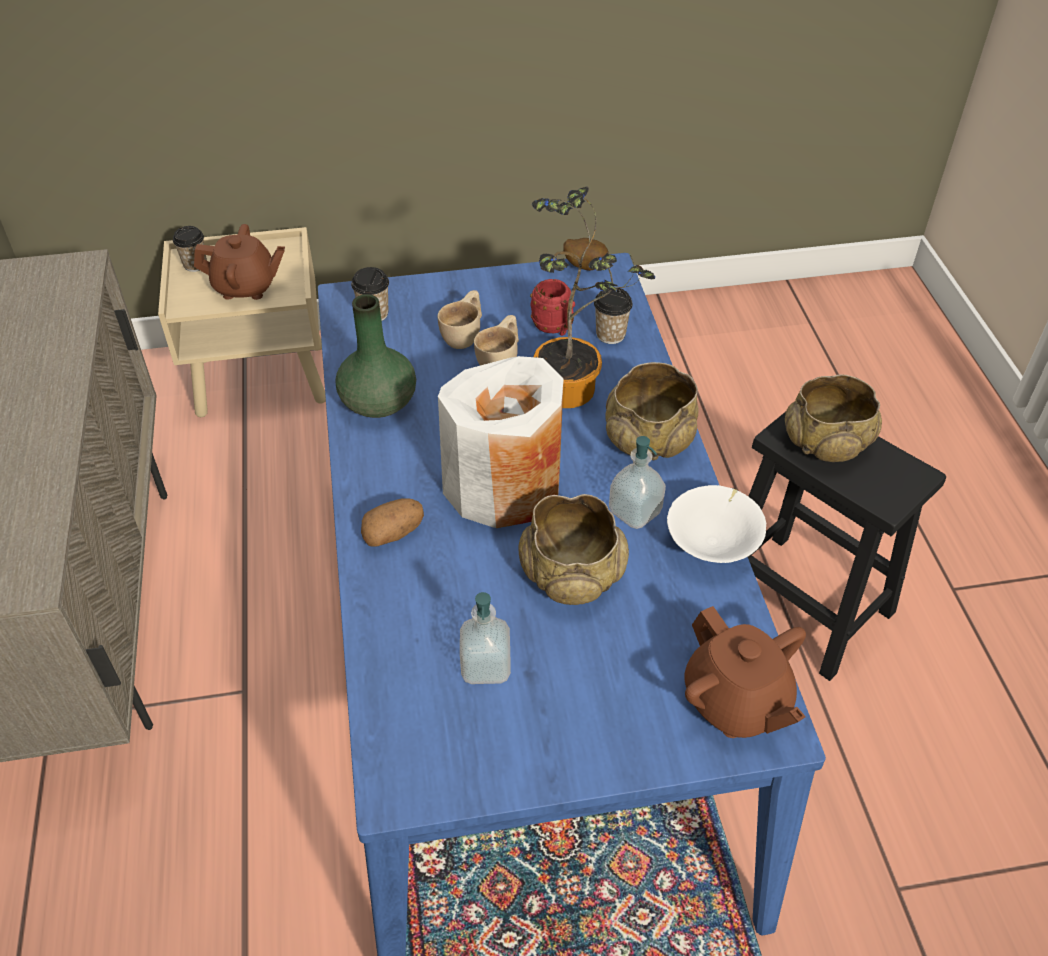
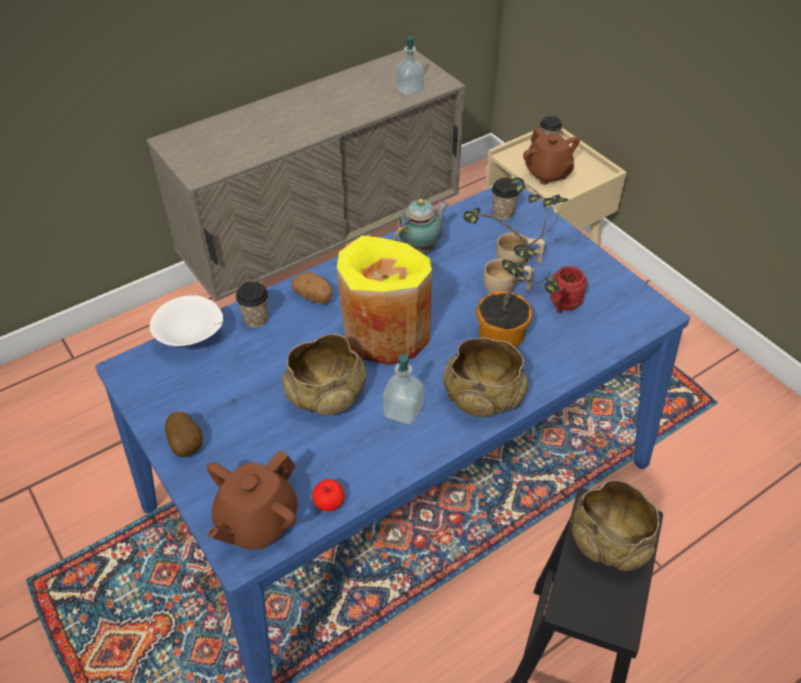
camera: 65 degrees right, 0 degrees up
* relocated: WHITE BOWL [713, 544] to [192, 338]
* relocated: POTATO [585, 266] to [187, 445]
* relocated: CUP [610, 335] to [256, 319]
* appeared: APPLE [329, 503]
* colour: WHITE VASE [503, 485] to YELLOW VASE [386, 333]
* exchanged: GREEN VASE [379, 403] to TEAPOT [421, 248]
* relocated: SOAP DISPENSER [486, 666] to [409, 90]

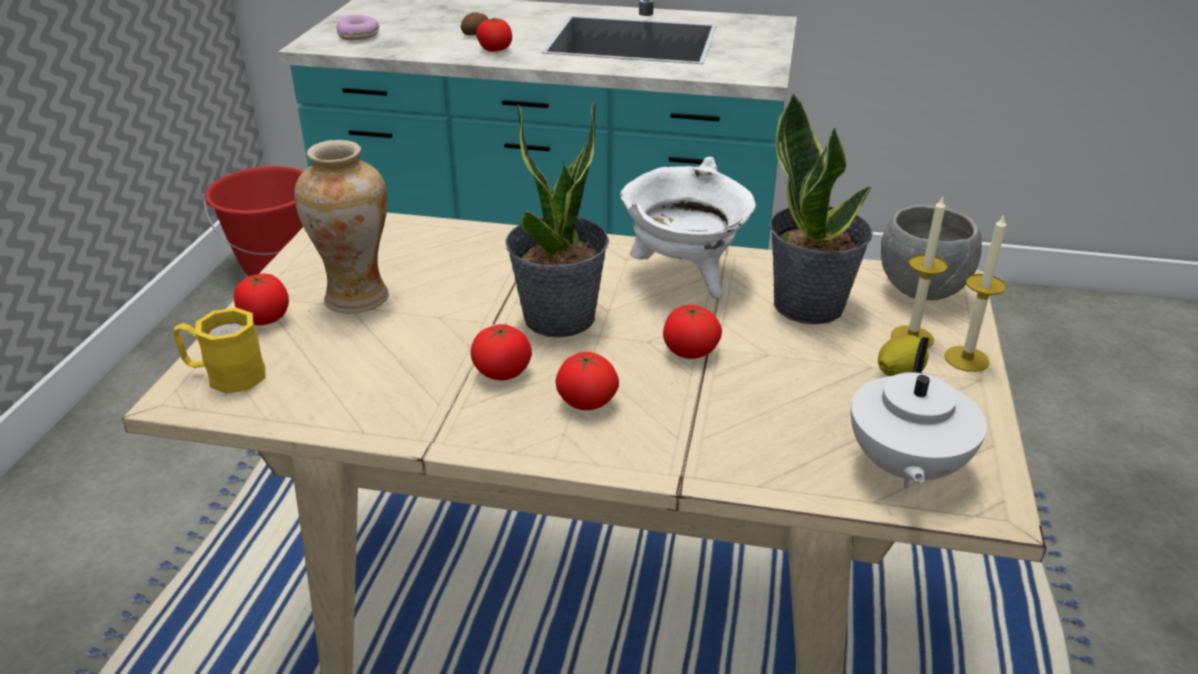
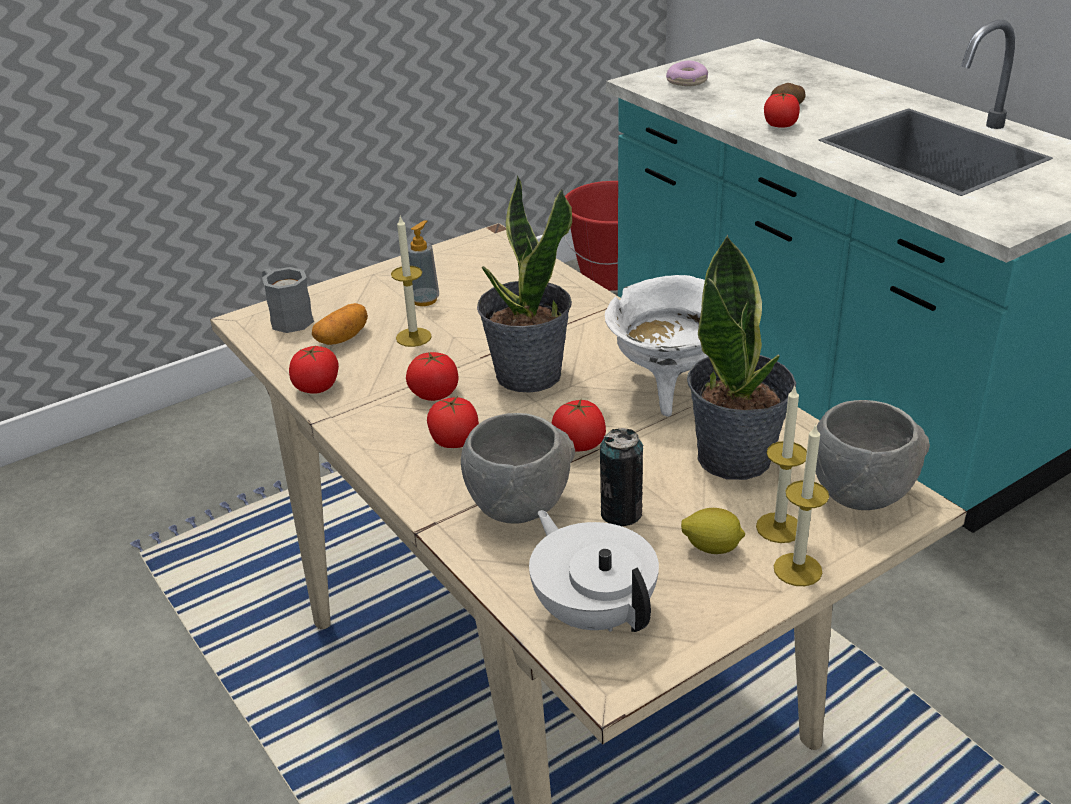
camera: 45 degrees right, 0 degrees up
* colour: YELLOW MUG [225, 375] to GREY MUG [287, 317]
* relocated: TOMATO [265, 318] to [317, 387]
* appeared: POTATO [342, 338]
* appeared: CANDLE [413, 337]
* exchanged: VASE [357, 297] to SOAP DISPENSER [424, 300]
* appeared: GREY BOWL [520, 509]
* spun: WHITE TEAPOT [904, 467] = [594, 611] 90 degrees clockwise
* appeared: CAN [621, 513]

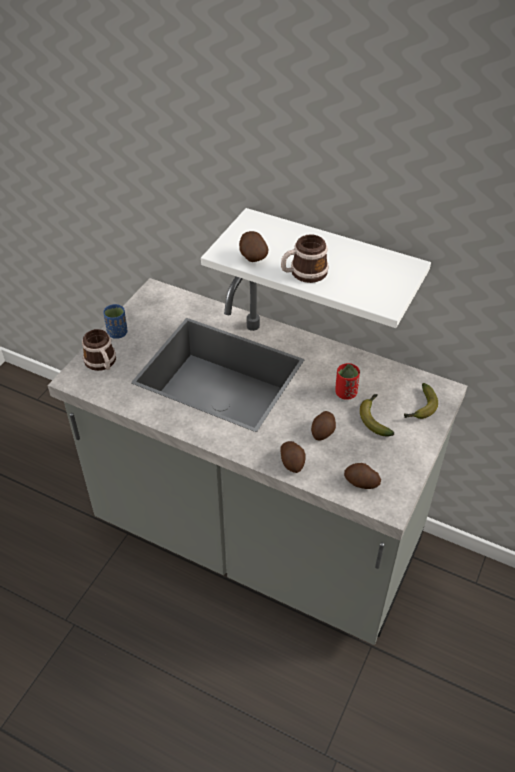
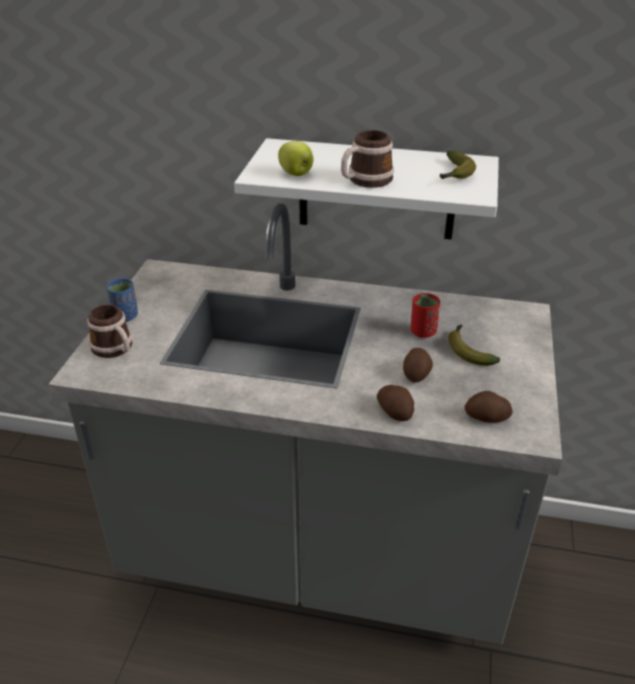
camera: 15 degrees left, 10 degrees down
* exchanged: POTATO [252, 256] to APPLE [296, 174]
* relocated: BANANA [420, 408] to [454, 174]

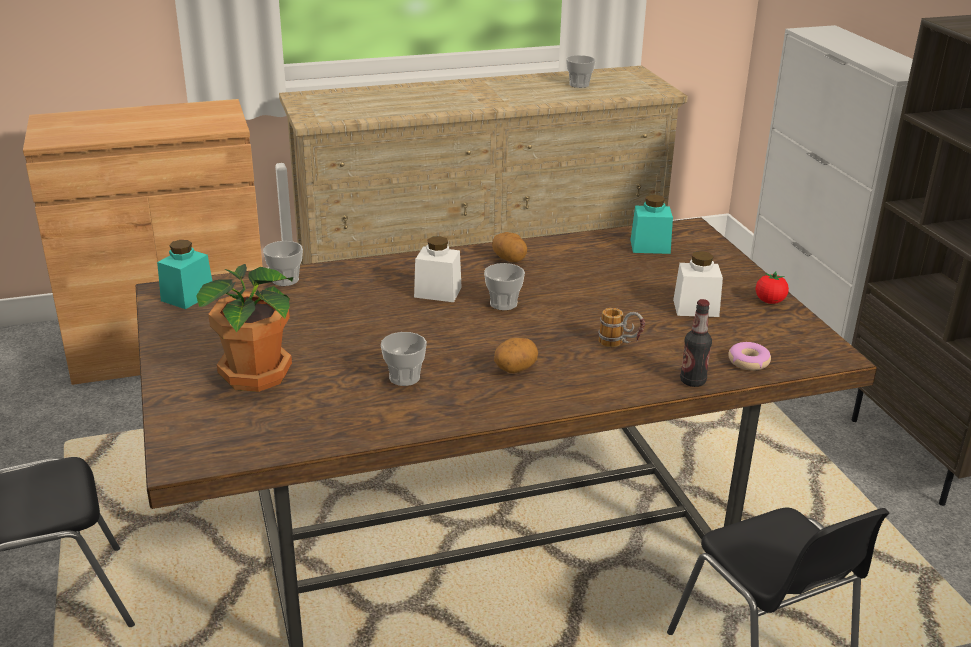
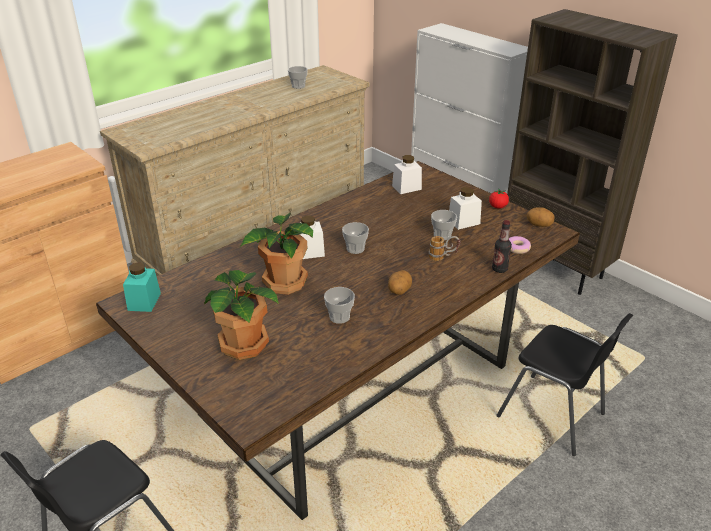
camera: 25 degrees left, 5 degrees up
* appeared: POTTED PLANT [283, 282]
* colour: TURQUOISE JAR [650, 246] to WHITE JAR [406, 187]
* relocated: CUP [285, 280] to [442, 235]
* relocated: POTATO [509, 259] to [539, 225]

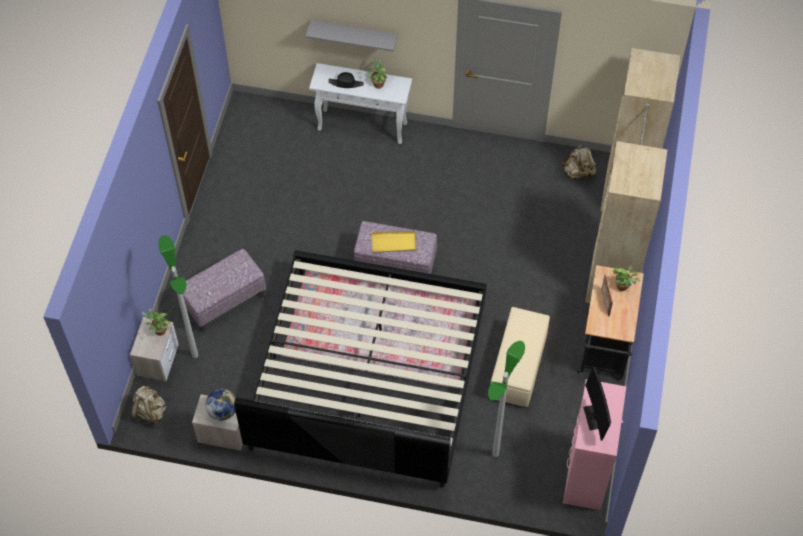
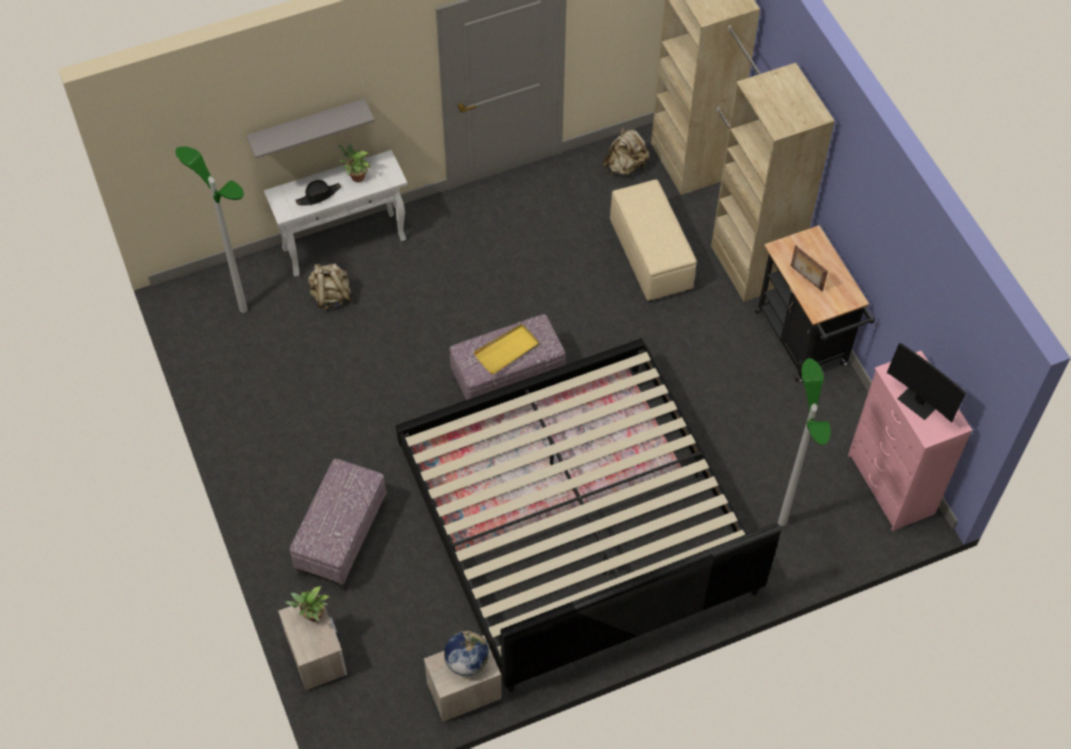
camera: 35 degrees left, 0 degrees up
* relocated: FLOOR LAMP [194, 355] to [243, 309]
* relocated: BEIGE BACKPACK [150, 412] to [331, 296]
* relocated: BEIGE OTTOMAN [517, 367] to [651, 256]
* missing: POTTED PLANT [623, 287]

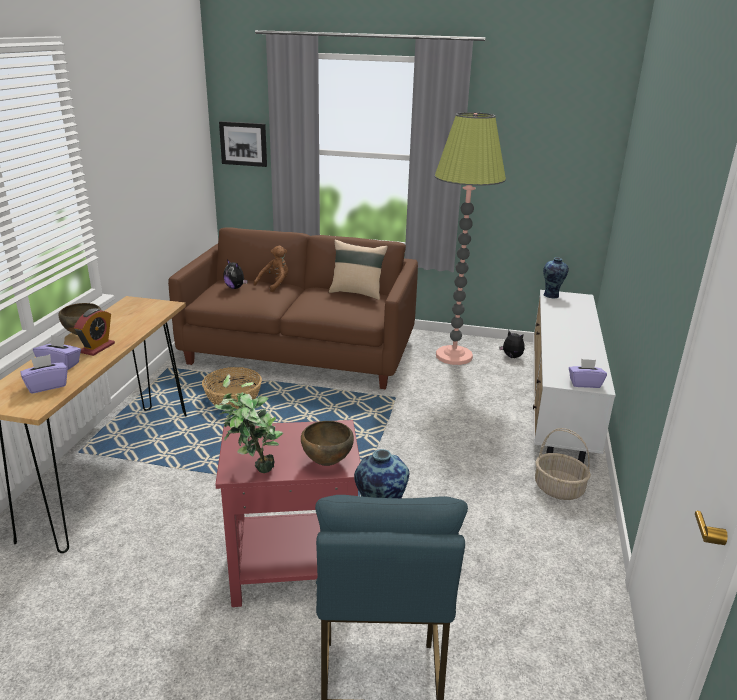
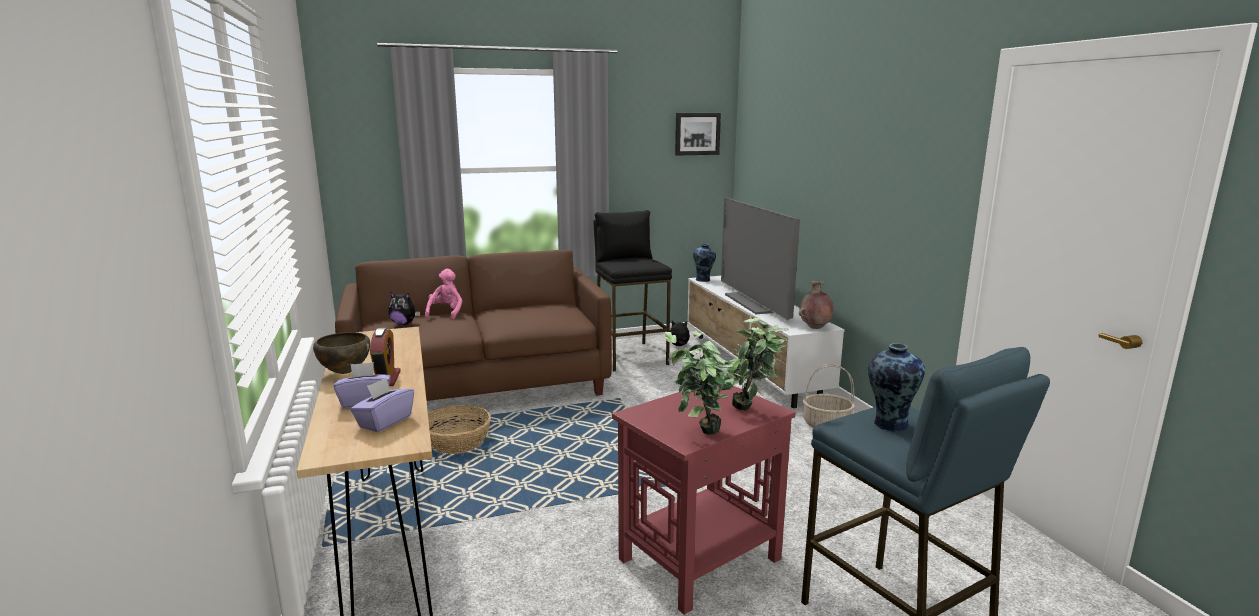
camera: 30 degrees left, 10 degrees down
* colour: BROWN PLUSH TOY [275, 284] to PINK PLUSH TOY [446, 313]
* exchanged: FLOOR LAMP [454, 356] to BLACK STOOL [630, 356]
* relocated: PICTURE [243, 143] to [697, 134]
* appeared: TELEVISION [756, 303]
* exchanged: BROWN BOWL [326, 462] to POTTED PLANT [751, 411]
* exchanged: PURPLE TISSUE BOX [584, 383] to BROWN VASE [814, 327]
* missing: BEIGE PILLOW [357, 293]

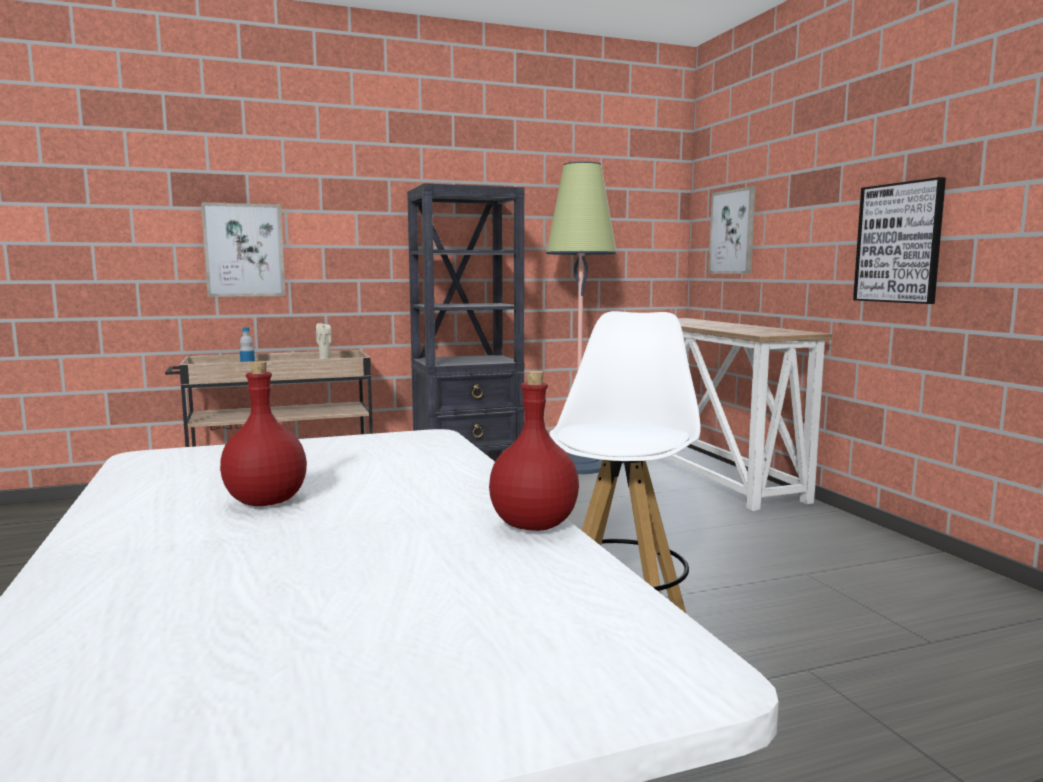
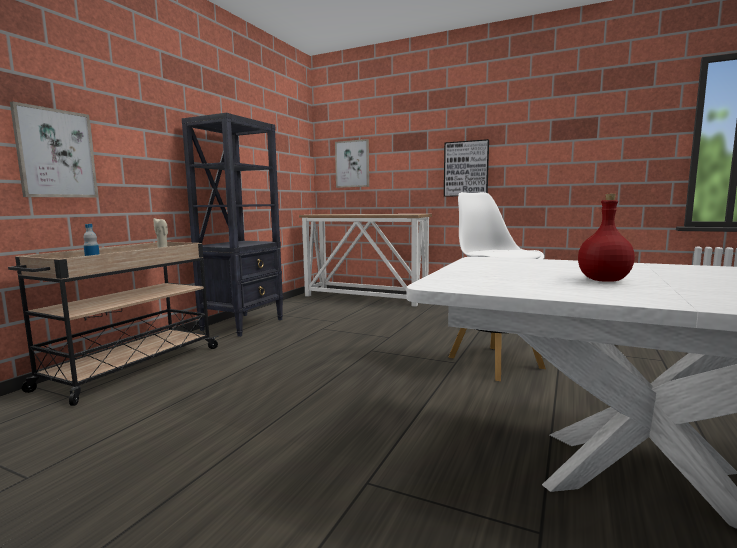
camera: 45 degrees left, 0 degrees up
* missing: RED BOTTLE [535, 525]
* missing: FLOOR LAMP [578, 466]

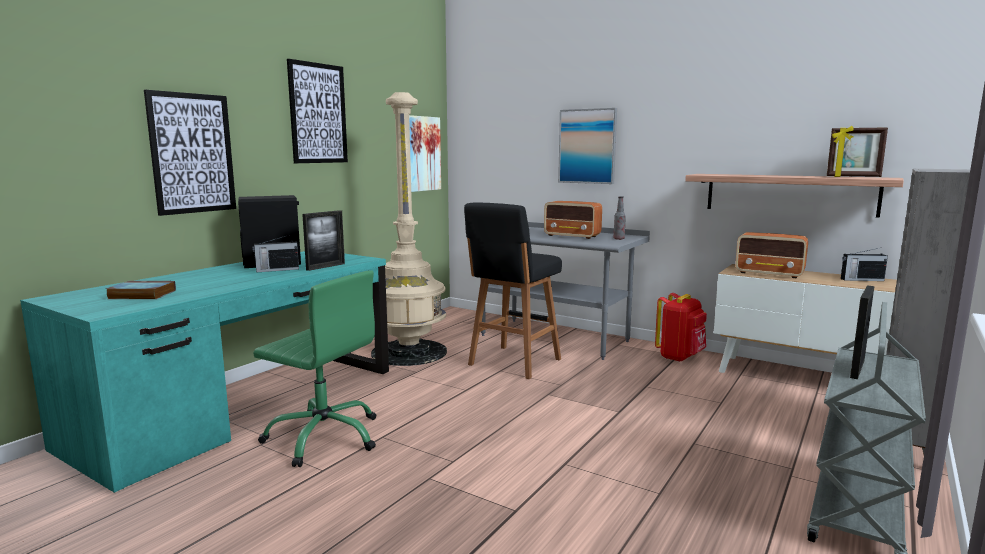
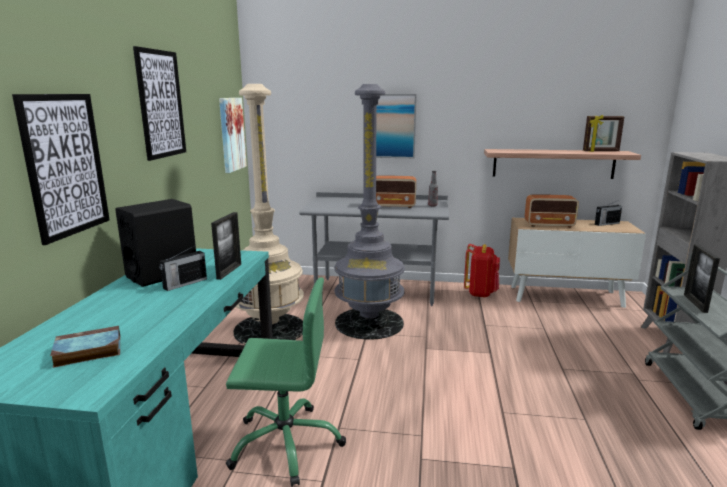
camera: 25 degrees left, 5 degrees up
* exchanged: BLACK STOOL [513, 363] to GREY FLOOR LAMP [369, 323]

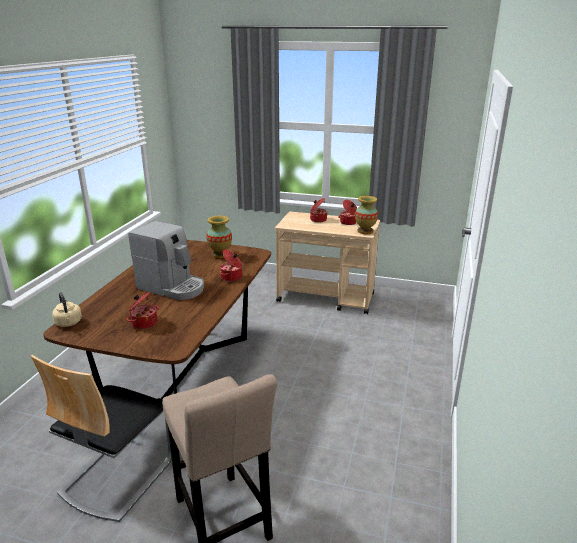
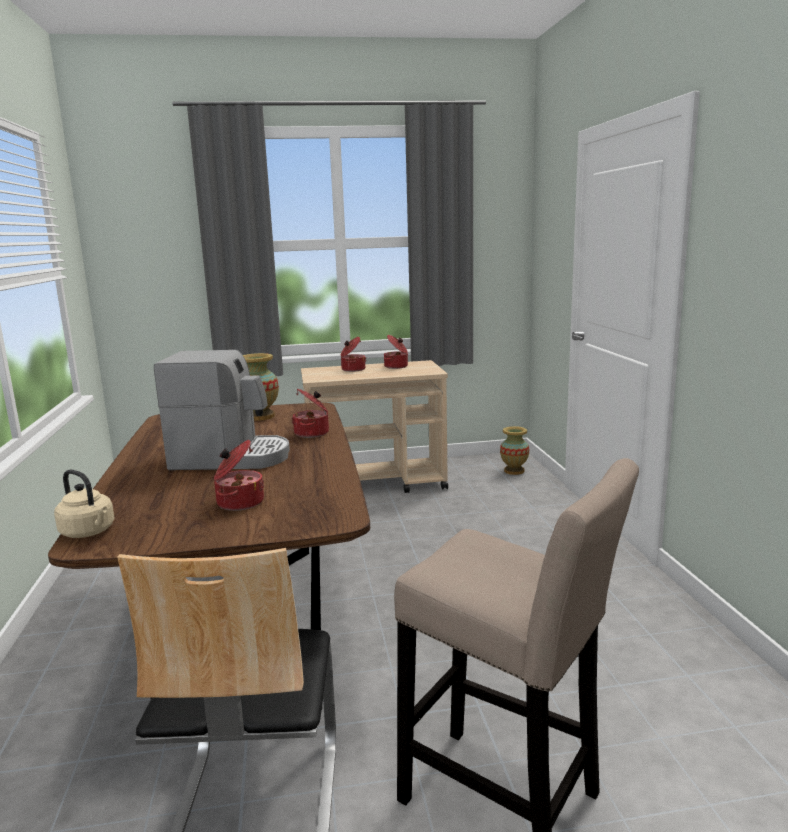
camera: 25 degrees left, 10 degrees down
* relocated: VASE [365, 231] to [514, 471]

